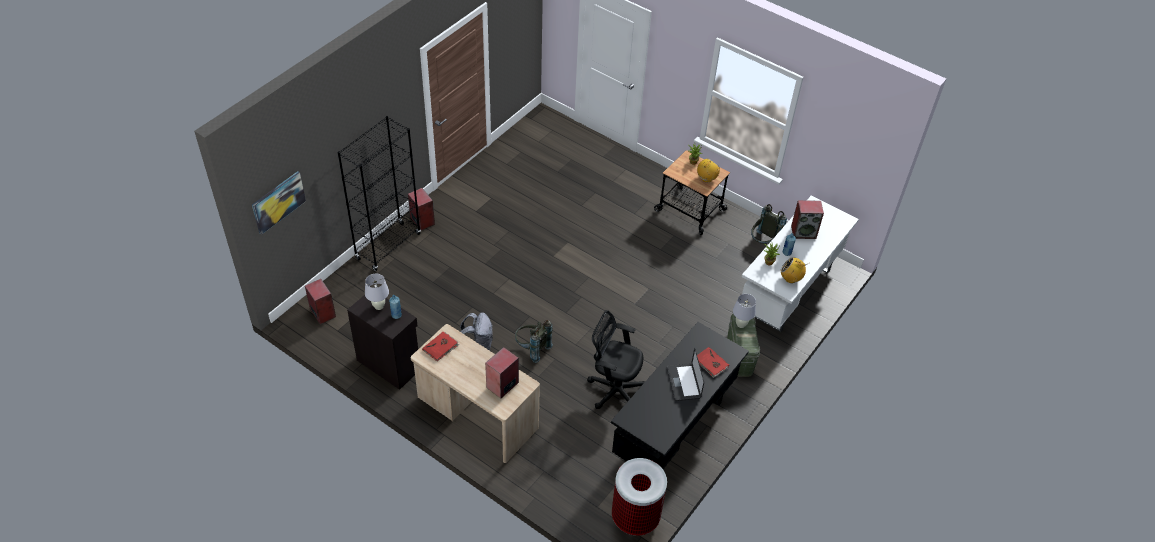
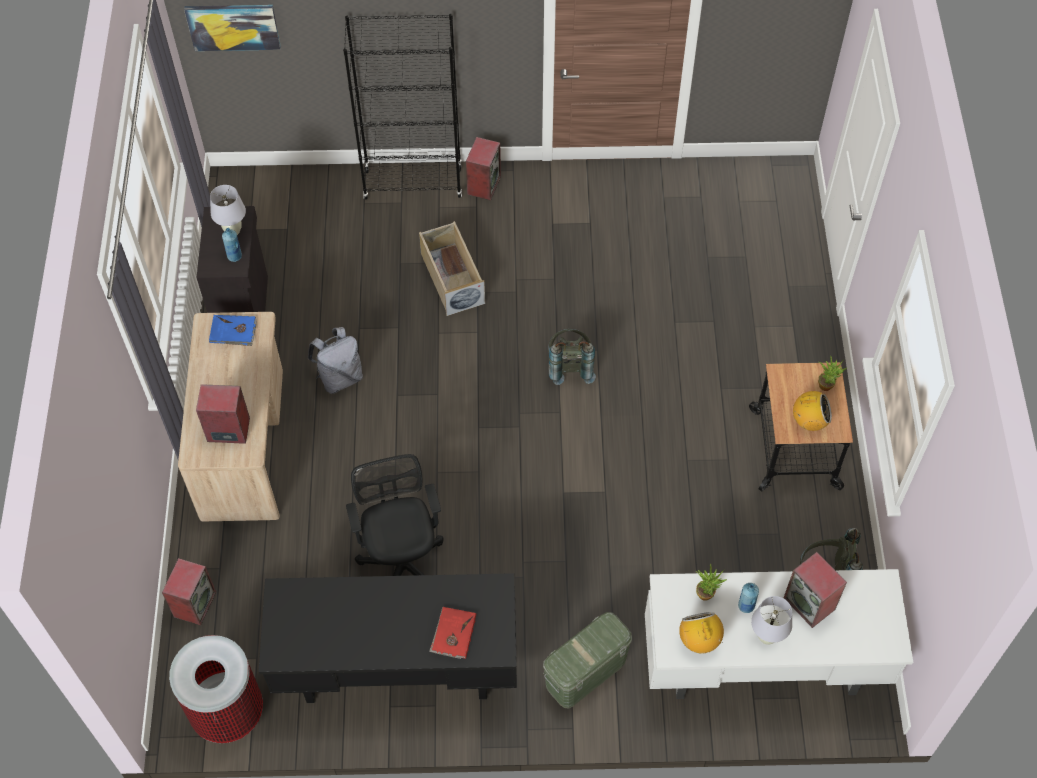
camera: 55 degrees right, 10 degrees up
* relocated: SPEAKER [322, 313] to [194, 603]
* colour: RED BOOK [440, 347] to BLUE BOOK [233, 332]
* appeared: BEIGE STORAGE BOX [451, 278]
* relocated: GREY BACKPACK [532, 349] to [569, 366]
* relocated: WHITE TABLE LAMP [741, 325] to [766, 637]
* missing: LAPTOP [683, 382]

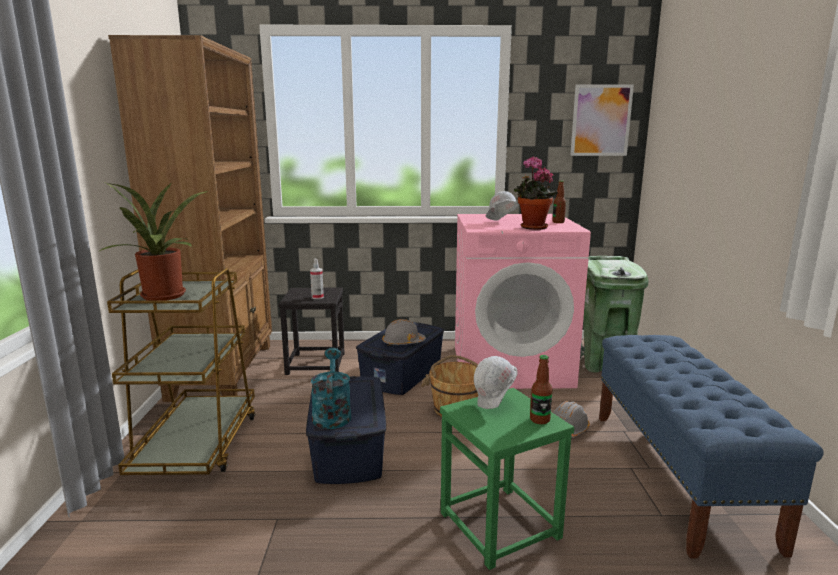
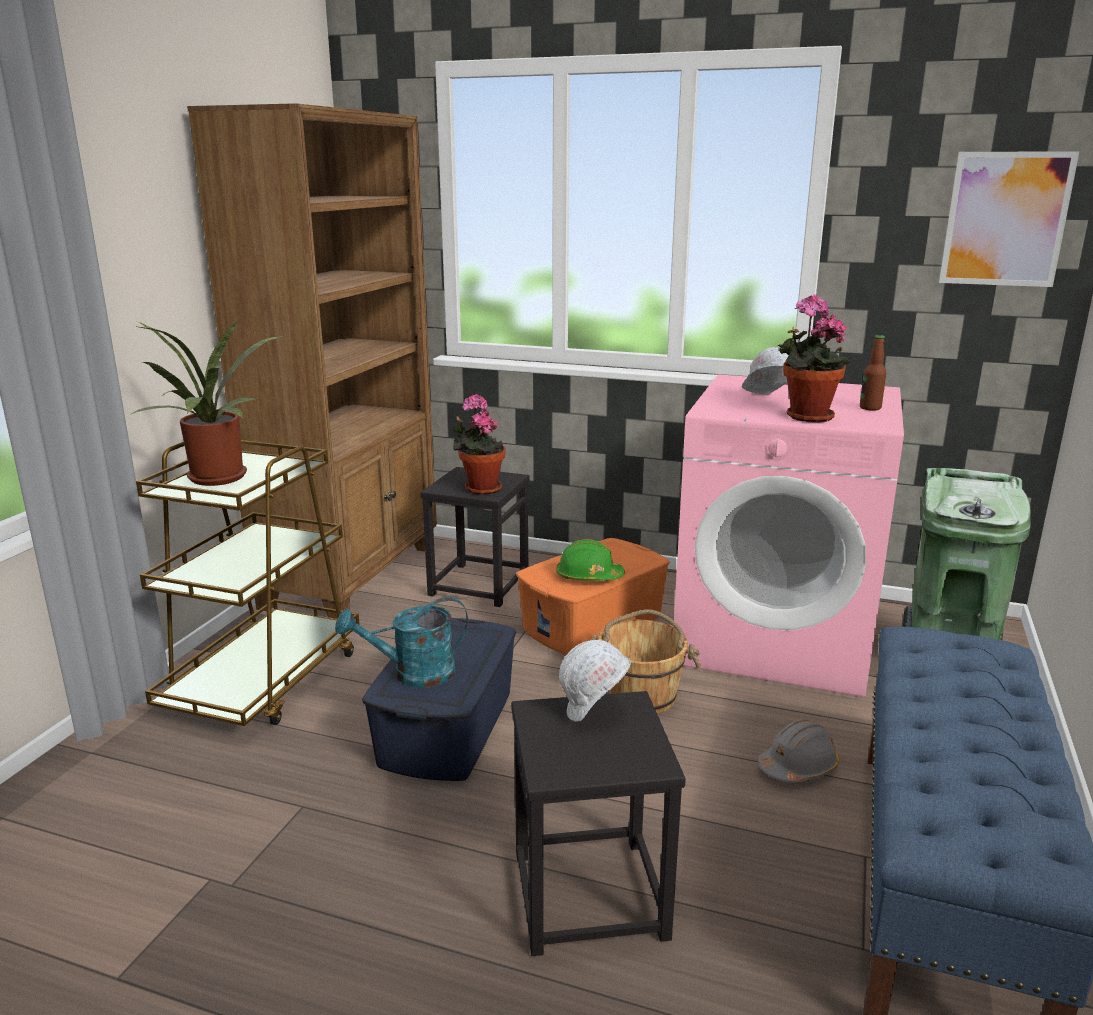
camera: 20 degrees right, 5 degrees up
* spun: TURQUOISE WATERING CAN [331, 414] = [413, 674] 120 degrees counterclockwise
* exchanged: SPRAY BOTTLE [317, 297] to POTTED PLANT [480, 488]
* colour: GREEN STOOL [500, 525] to BLACK STOOL [590, 894]
* colour: BLUE STORAGE BOX [402, 374] to ORANGE STORAGE BOX [593, 623]
* colour: GREY HARD HAT [403, 343] to GREEN HARD HAT [588, 576]
* missing: BOTTLE [539, 420]

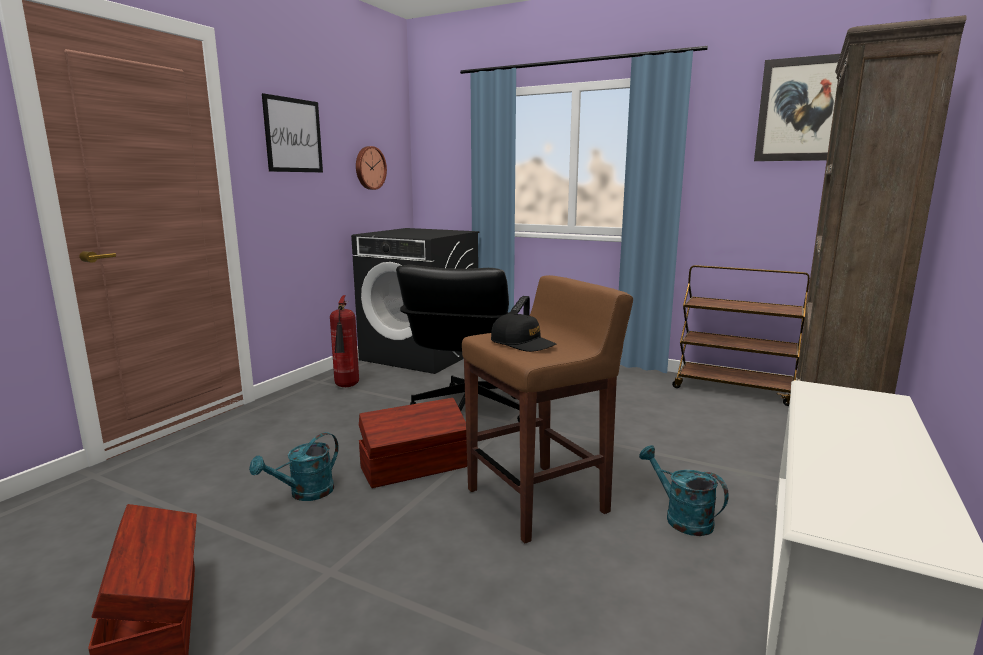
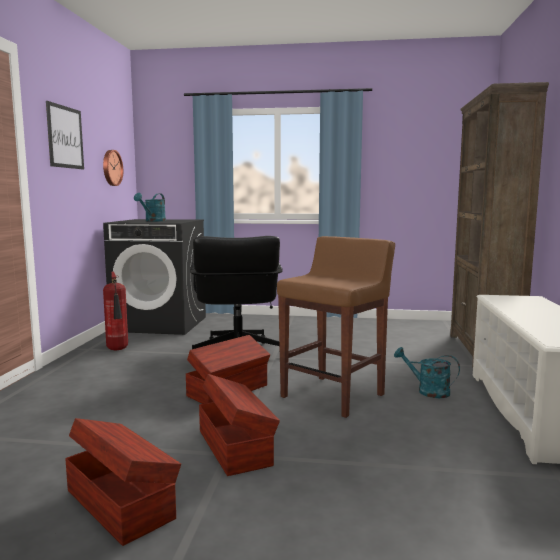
camera: 20 degrees left, 5 degrees down
* relocated: TURQUOISE WATERING CAN [305, 494] to [153, 221]
* appeared: BROWN STORAGE BOX [235, 446]
* missing: BLACK CAP [522, 344]
* missing: BROWN CART [734, 389]
* missing: PICTURE [803, 109]

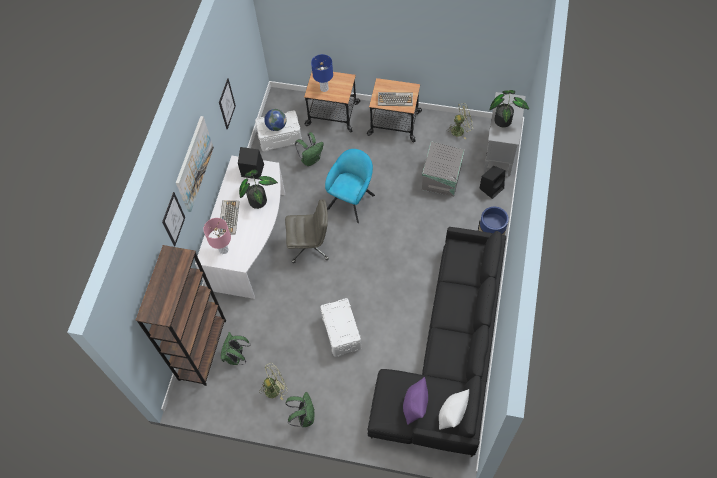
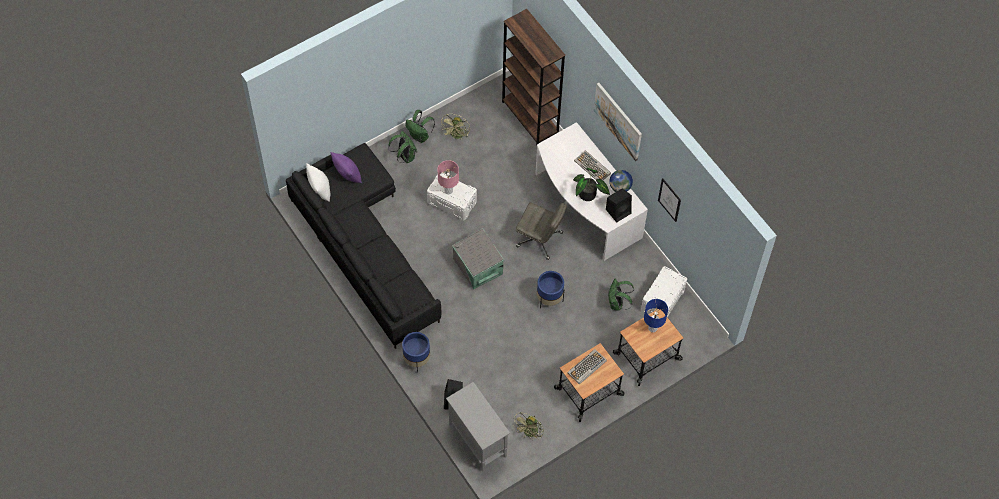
camera: 130 degrees right, 0 degrees up
* relocated: GREEN BACKPACK [236, 357] to [404, 156]
* relocated: PINK TABLE LAMP [223, 250] to [448, 190]
* relocated: GREY STORAGE BOX [442, 177] to [477, 267]
* spun: GREY OFFICE CHAIR [310, 245] = [540, 239] 105 degrees counterclockwise
* exchanged: TURQUOISE ARMCHAIR [352, 200] to BLUE PLANTER [549, 299]
* relocated: GLOBE [276, 126] to [620, 187]
* missing: PICTURE [173, 219]
* missing: POTTED PLANT [504, 119]

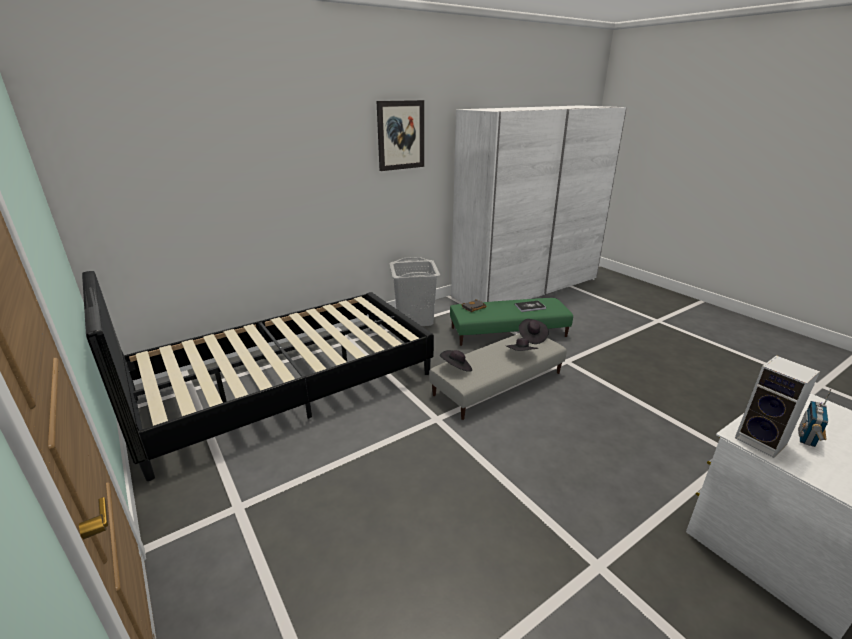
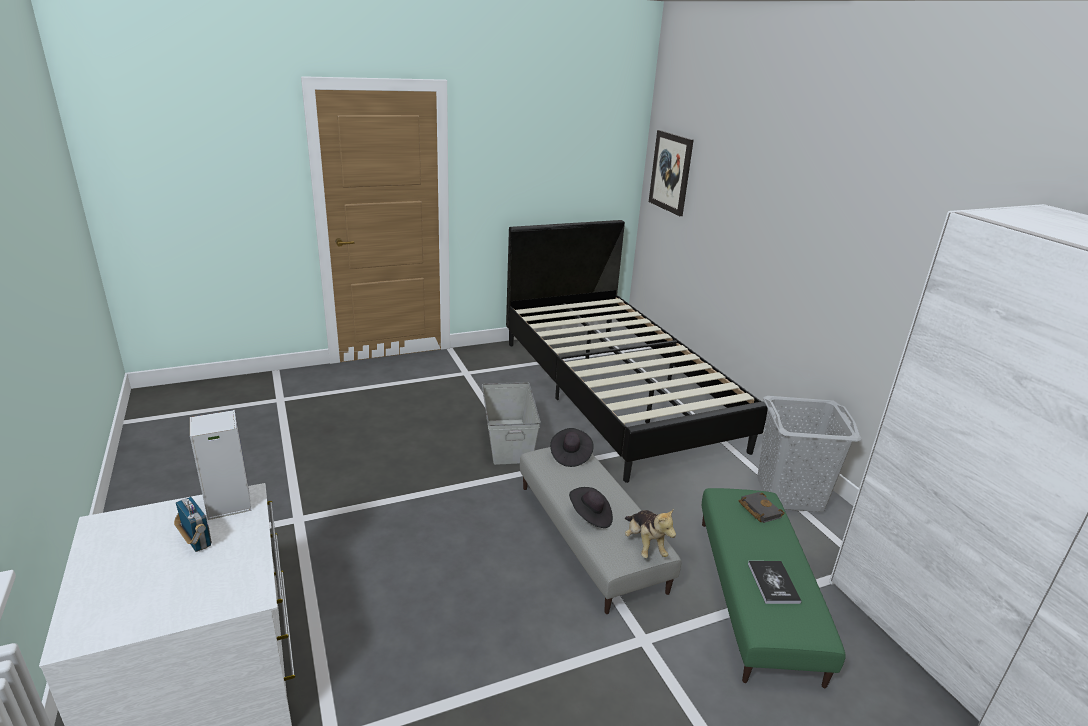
camera: 100 degrees right, 0 degrees up
* appeared: GREY STORAGE BOX [508, 441]
* exchanged: BLACK HAT [532, 337] to PLUSH TOY [644, 545]
* relocated: PICTURE [400, 135] to [671, 172]

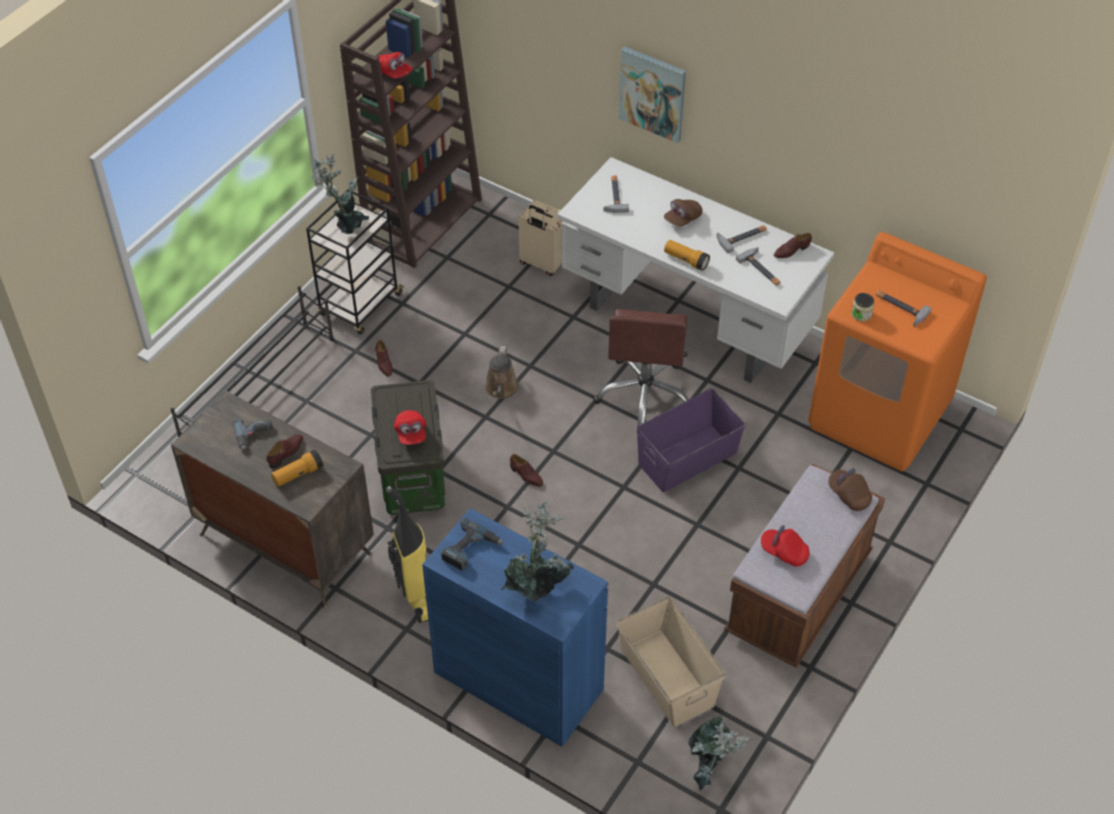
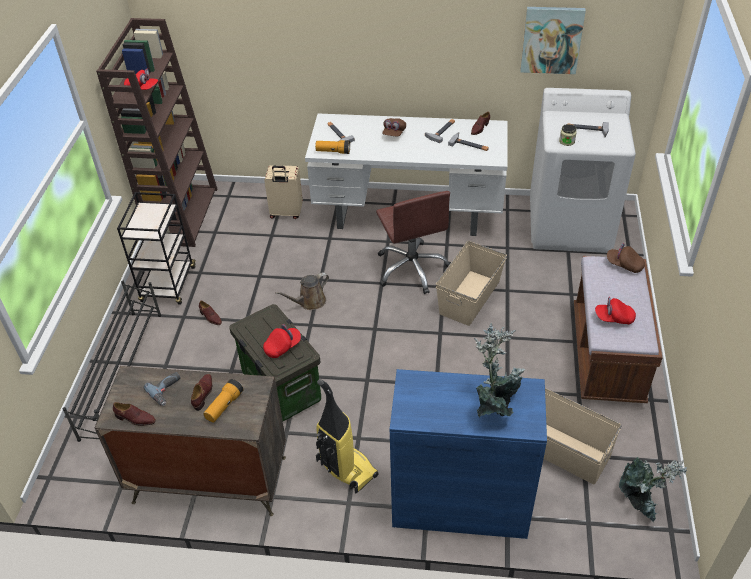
camera: 25 degrees left, 5 degrees down
* relocated: BROWN SHOE [526, 475] to [135, 419]
* spun: RED CAP [411, 433] = [282, 347] 90 degrees counterclockwise
* spun: BROWN WATERING CAN [501, 389] = [309, 302] 75 degrees clockwise
* relocated: FLASHLIGHT [686, 260] to [333, 152]
* colour: PURPLE STORAGE BOX [688, 458] to BEIGE STORAGE BOX [470, 297]
* relocated: PICTURE [652, 93] to [551, 40]
* colour: ORANGE WASHING MACHINE [880, 415] to WHITE WASHING MACHINE [570, 225]
* missing: POTTED PLANT [347, 226]
* missing: POWER DRILL [471, 550]

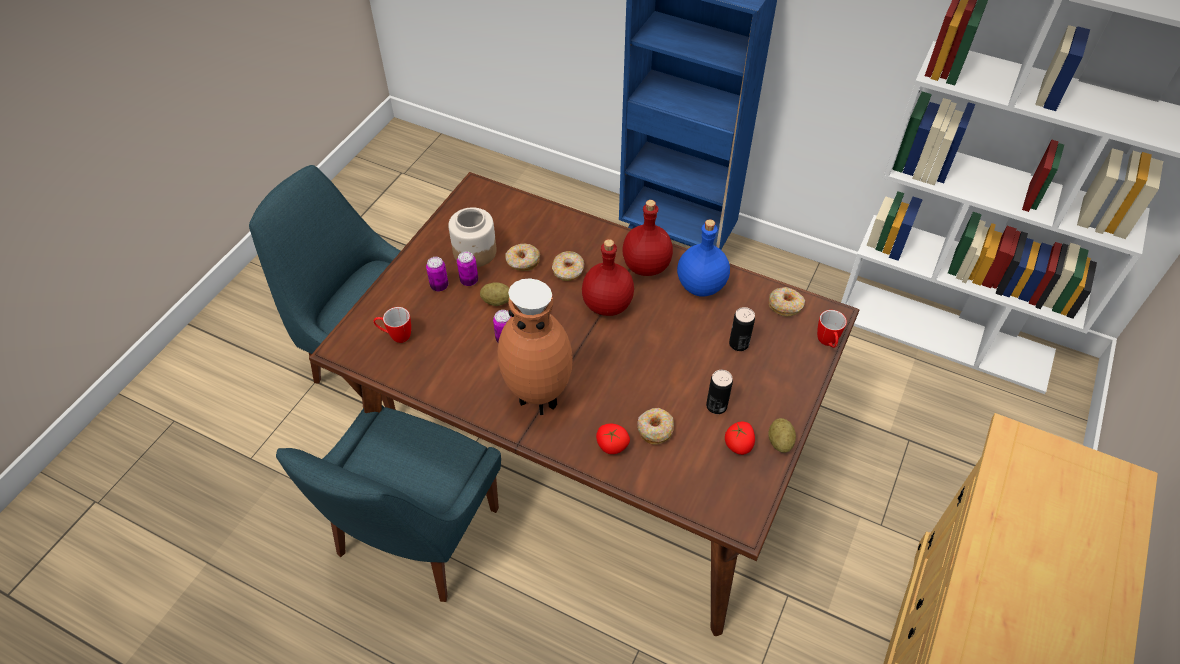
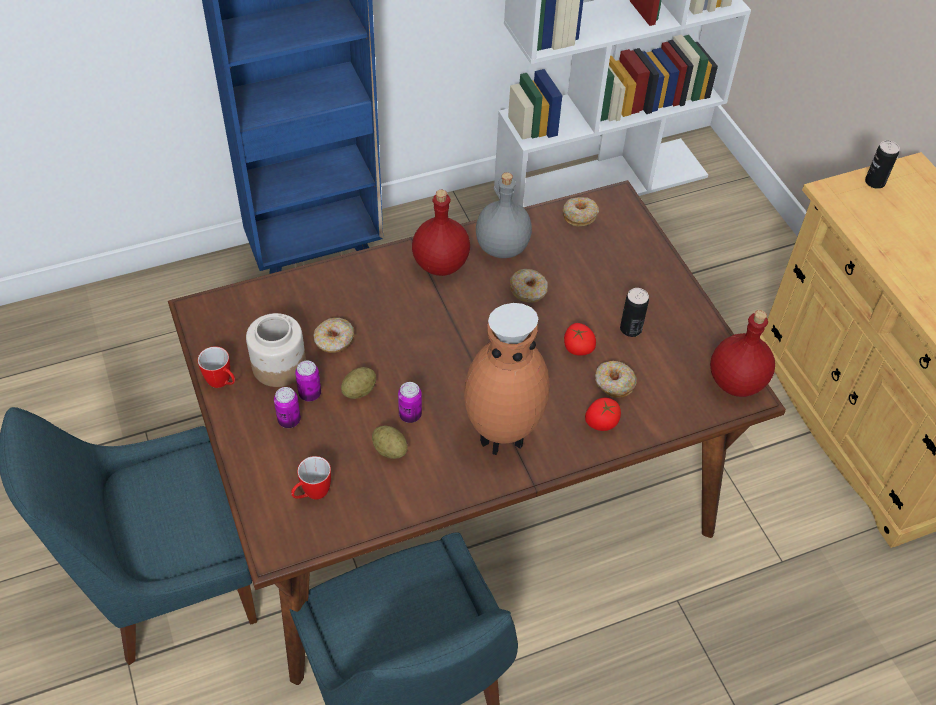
camera: 50 degrees left, 0 degrees up
* relocated: MUG [827, 343] to [223, 383]
* relocated: POTATO [780, 442] to [390, 450]
* colour: BLUE BOTTLE [700, 285] to GREY BOTTLE [501, 247]
* relocated: DONUT [568, 270] to [528, 290]
* relocated: TOMATO [738, 444] to [577, 348]
* relocated: RED BOTTLE [607, 305] to [736, 383]
* relocated: CAN [739, 344] to [874, 182]

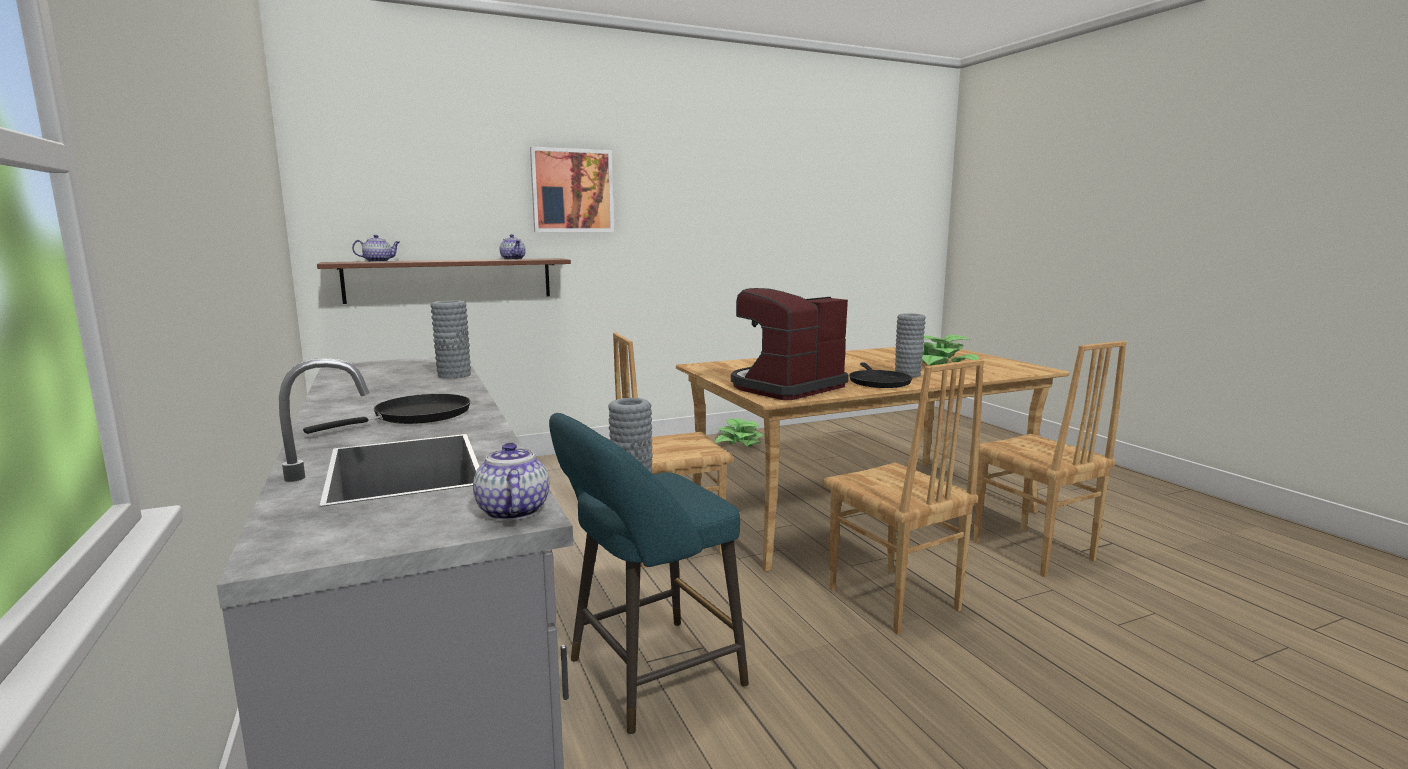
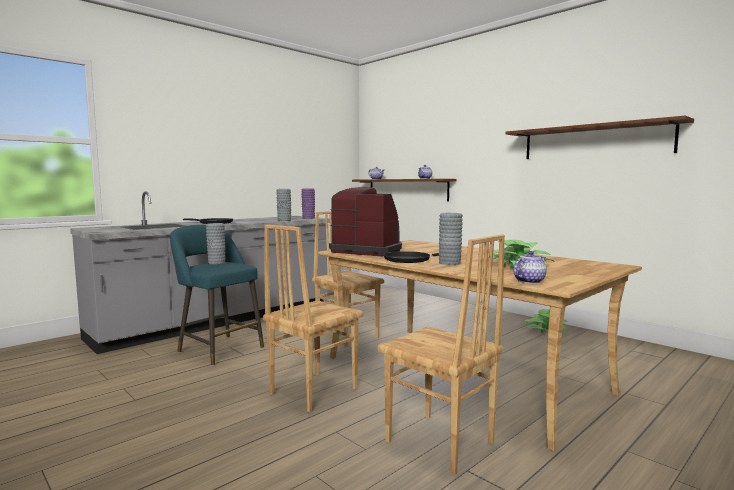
camera: 70 degrees right, 5 degrees down
* appeared: PURPLE VASE [308, 218]
* spun: BROWN CHAIR [1032, 552] = [439, 443] 90 degrees counterclockwise
* appeared: BROWN SHELF [594, 141]
* relocated: TEAPOT [512, 511] to [529, 281]
* missing: PICTURE [572, 190]

